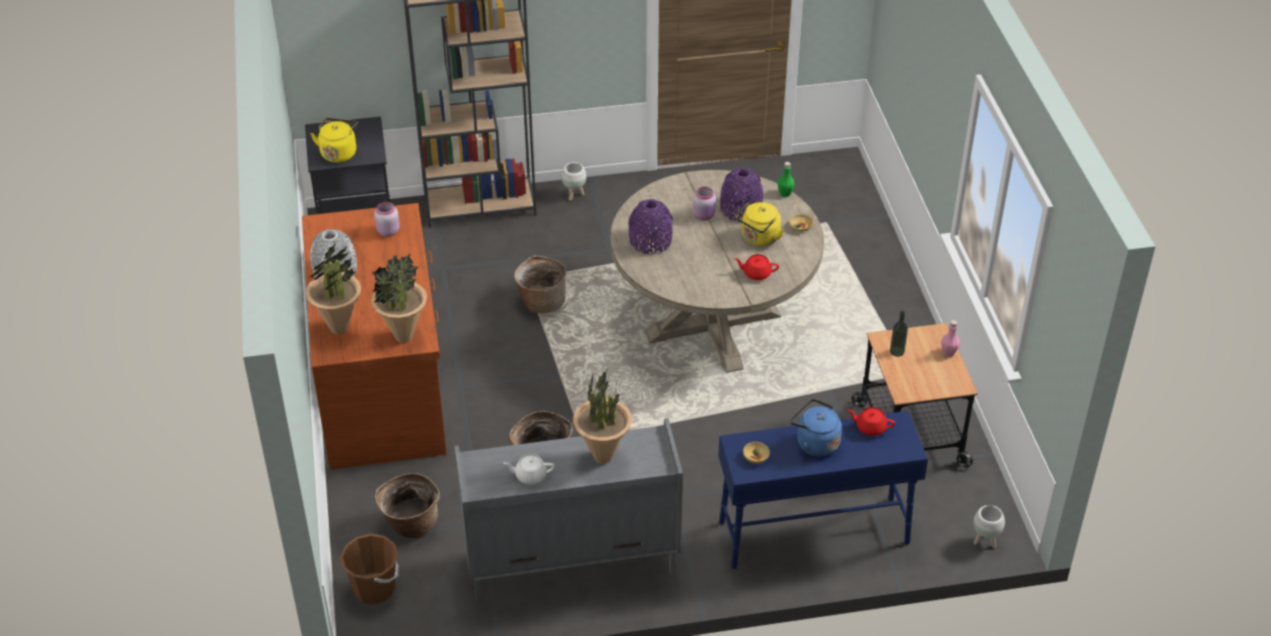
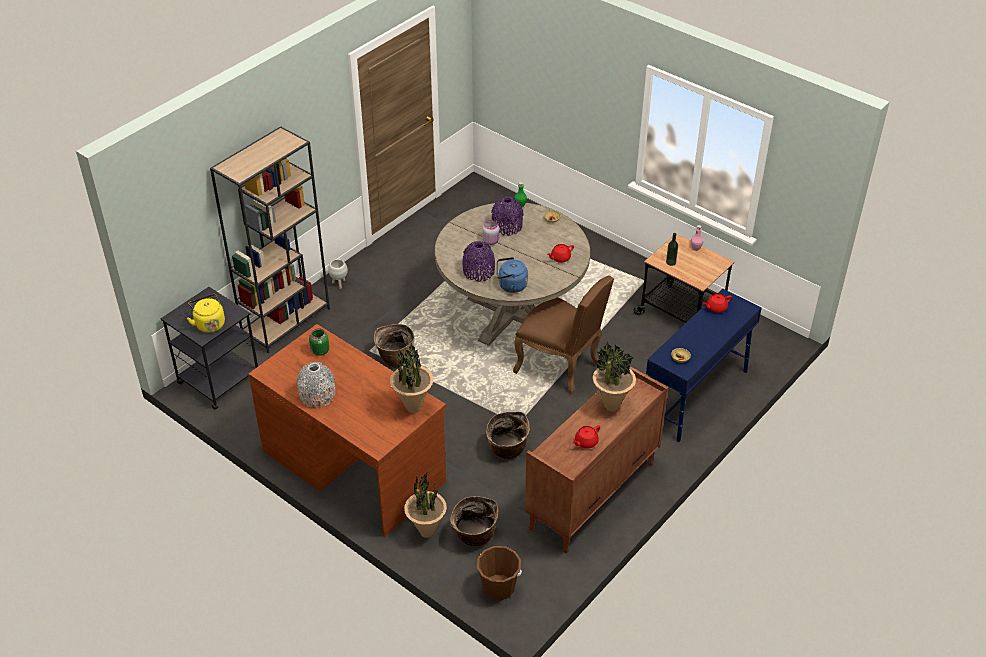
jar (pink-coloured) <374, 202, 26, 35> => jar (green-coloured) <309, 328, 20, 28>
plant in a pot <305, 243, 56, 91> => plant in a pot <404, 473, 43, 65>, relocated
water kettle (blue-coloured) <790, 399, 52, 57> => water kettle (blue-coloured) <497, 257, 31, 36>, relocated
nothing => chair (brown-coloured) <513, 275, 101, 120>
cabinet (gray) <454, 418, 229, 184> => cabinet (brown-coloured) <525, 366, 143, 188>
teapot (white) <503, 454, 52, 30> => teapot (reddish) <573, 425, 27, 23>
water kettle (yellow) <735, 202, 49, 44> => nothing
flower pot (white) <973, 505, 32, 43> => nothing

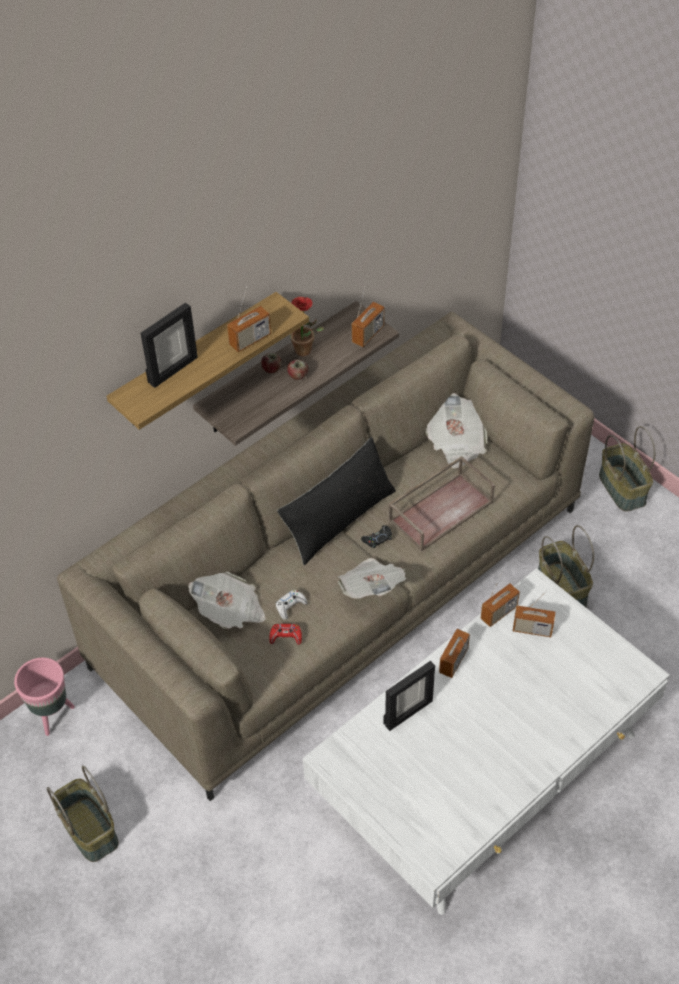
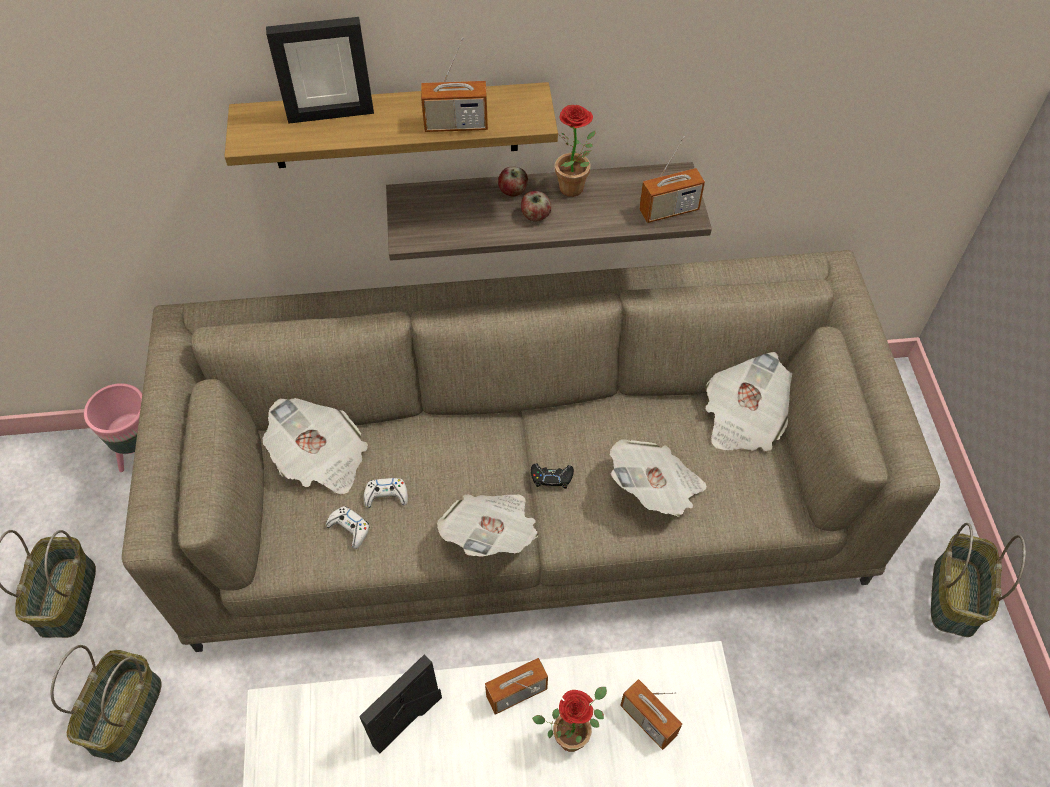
basket <538, 525, 56, 82> => basket <51, 645, 111, 117>, relocated
game controller (reddish) <269, 624, 33, 21> => game controller (white) <326, 506, 43, 43>
photo frame <384, 661, 51, 70> => photo frame <359, 654, 83, 100>, 135 degrees clockwise
nothing => plant in a pot <532, 687, 75, 65>
carrying tray (brown-coloured) <388, 456, 107, 95> => daily paper <610, 439, 97, 78>
pillow (black) <277, 437, 119, 128> => nothing
radio <481, 571, 39, 56> => nothing

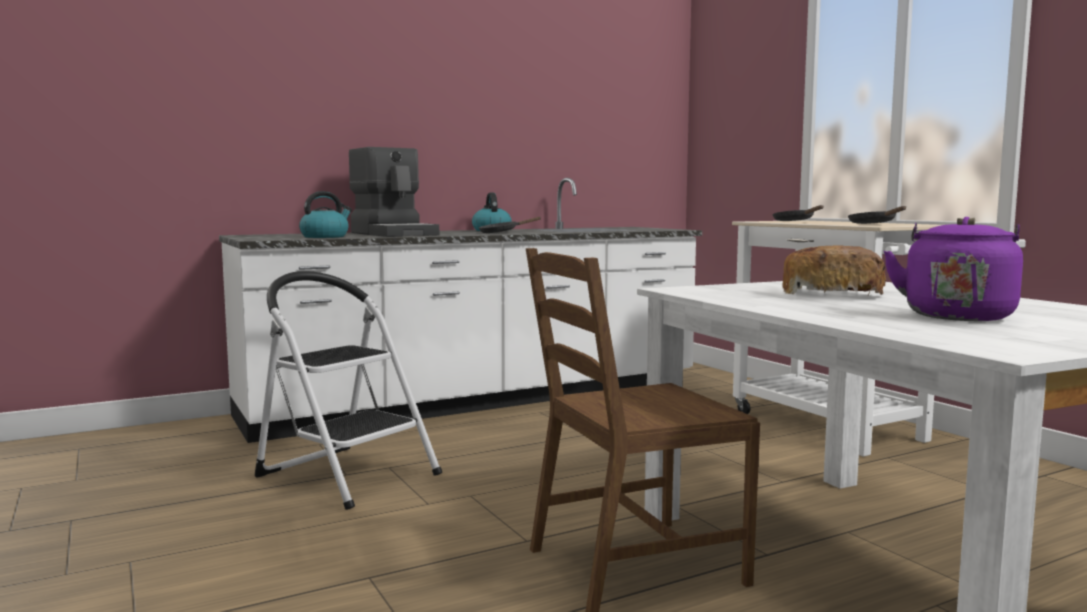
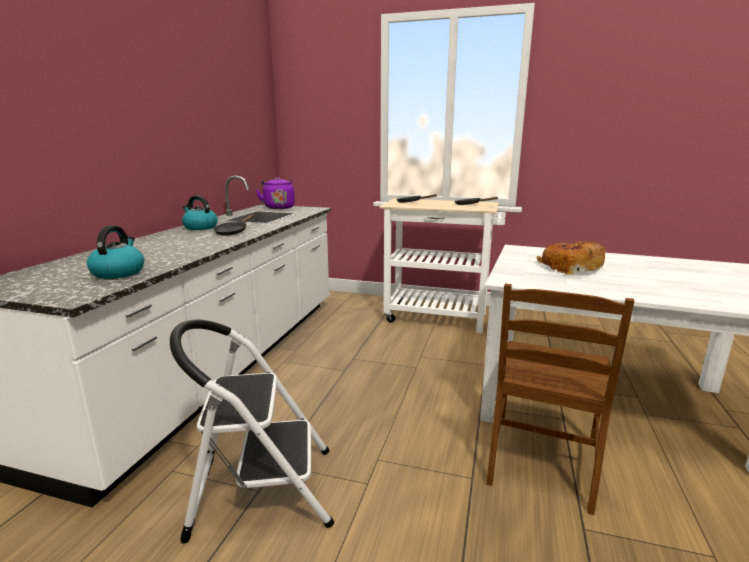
water kettle (purplish) <884, 217, 139, 104> => water kettle (purplish) <256, 177, 39, 32>, relocated
coffee machine <349, 147, 90, 90> => nothing

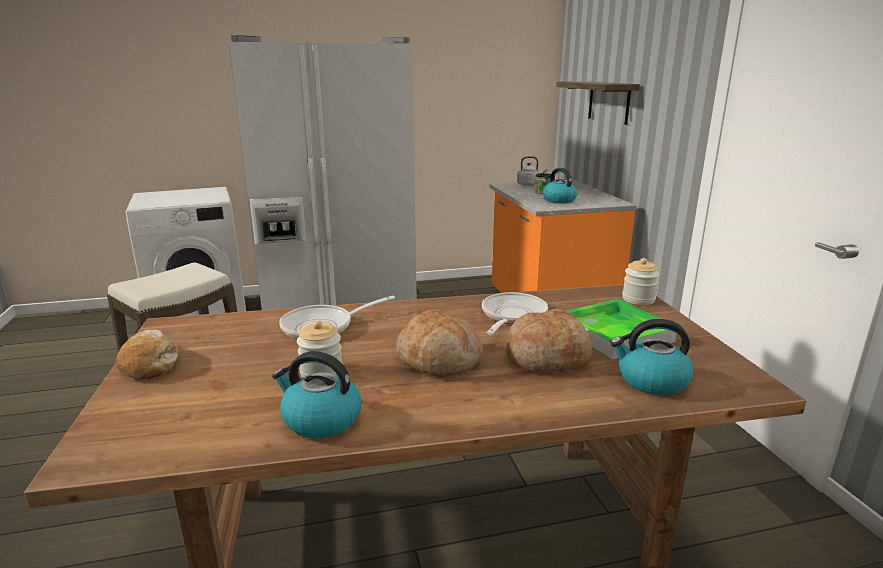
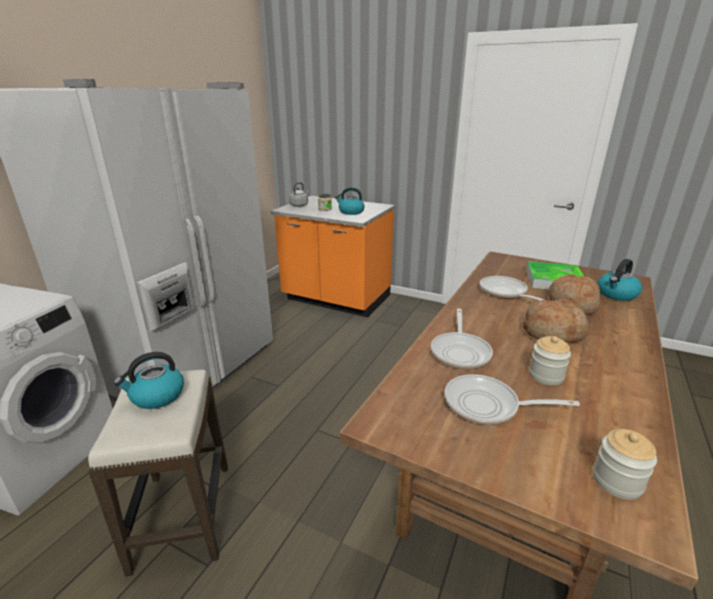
water kettle <272, 351, 89, 87> => water kettle <114, 352, 70, 57>, relocated
nothing => frying pan <444, 374, 136, 51>
jar <622, 258, 37, 47> => jar <593, 429, 64, 71>, relocated
bakery bread <117, 329, 61, 50> => nothing
bracket shelf <556, 81, 84, 44> => nothing

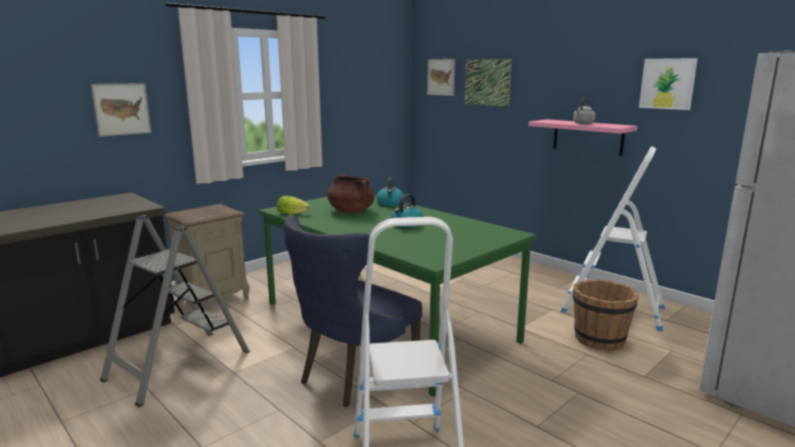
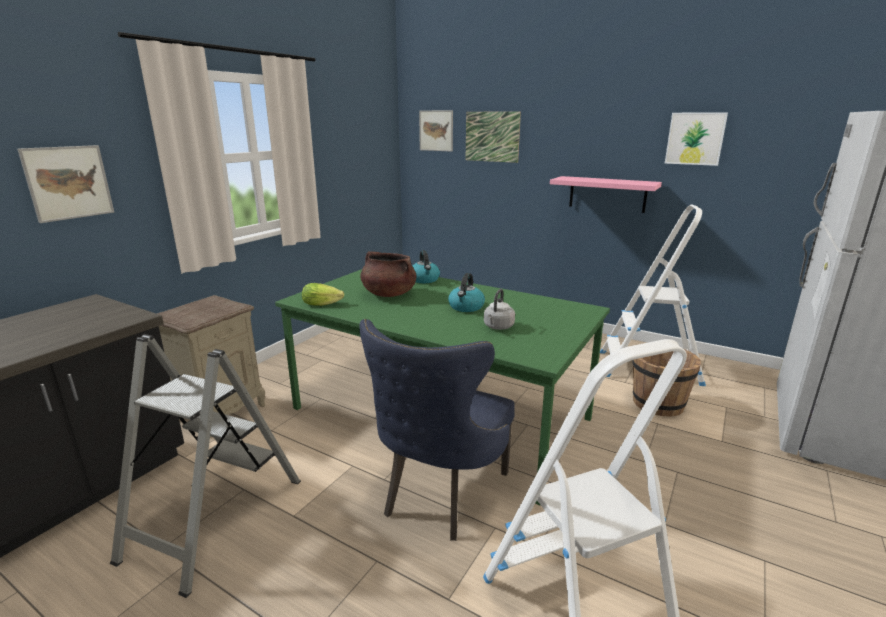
water kettle (gray) <573, 97, 23, 27> => water kettle (gray) <484, 289, 31, 41>, relocated

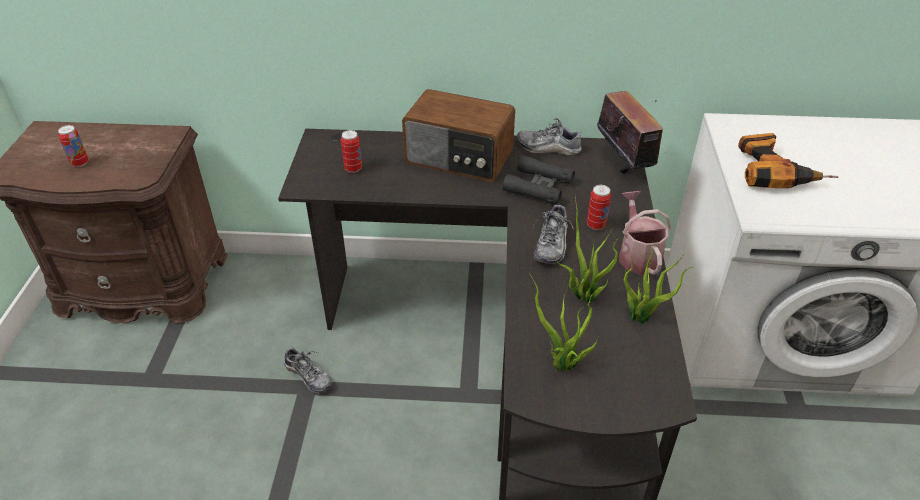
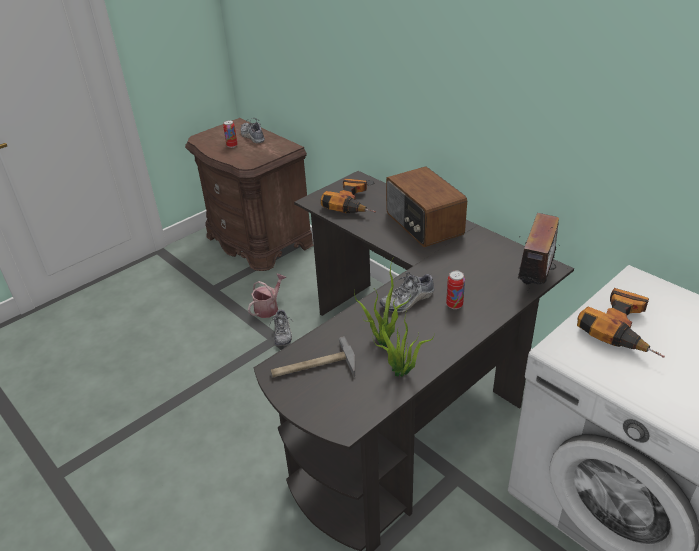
shoe <517, 118, 65, 37> => shoe <240, 118, 25, 25>, relocated
sprinkling can <620, 191, 51, 84> => sprinkling can <248, 274, 39, 44>, relocated
plant in a pot <529, 273, 69, 98> => tool hammer <271, 336, 84, 41>
sealed can <341, 130, 21, 43> => drill <321, 179, 55, 35>
binoculars (black) <503, 155, 72, 50> => nothing

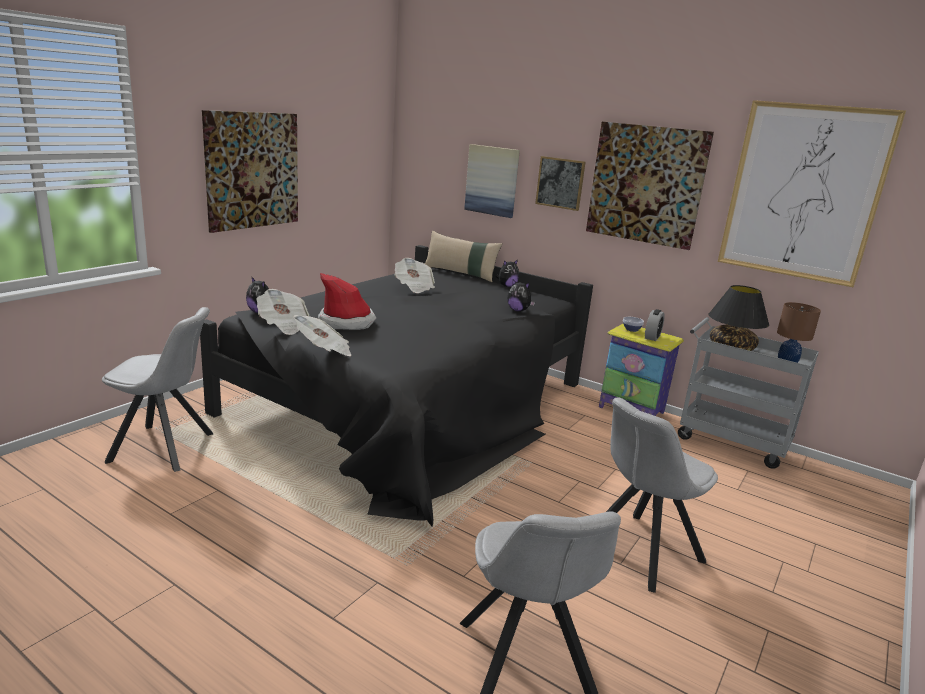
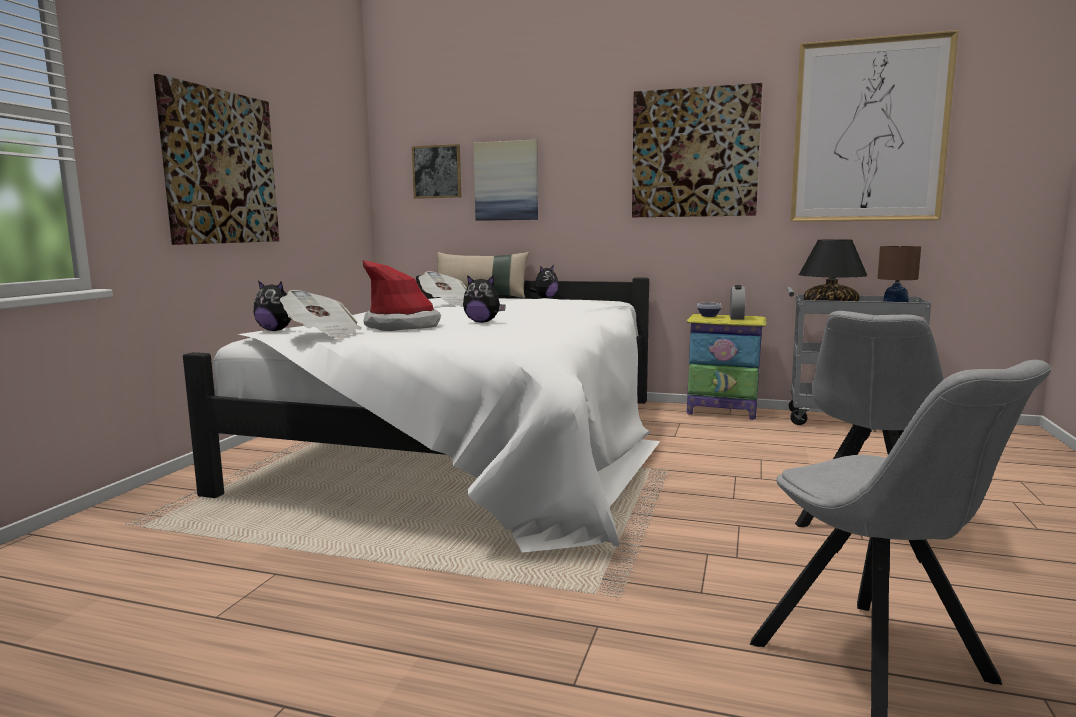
bedroom bed (black) <200, 245, 393, 282> => bedroom bed (white) <183, 275, 477, 277>
wall picture <535, 156, 51, 55> => wall picture <412, 144, 49, 55>, relocated
cuddly toy <507, 279, 28, 33> => cuddly toy <463, 275, 43, 48>, relocated
chair (gray) <102, 307, 111, 165> => nothing
daily paper <293, 315, 58, 41> => nothing

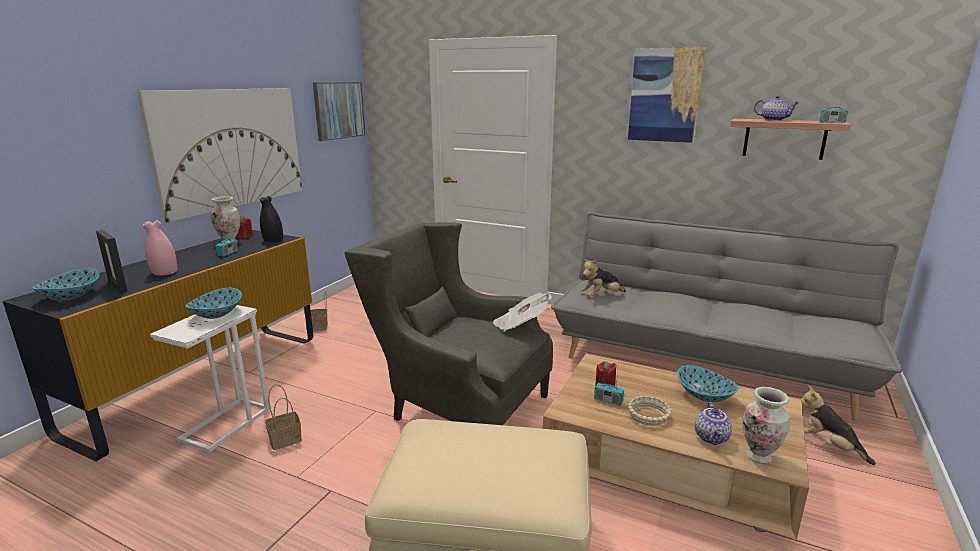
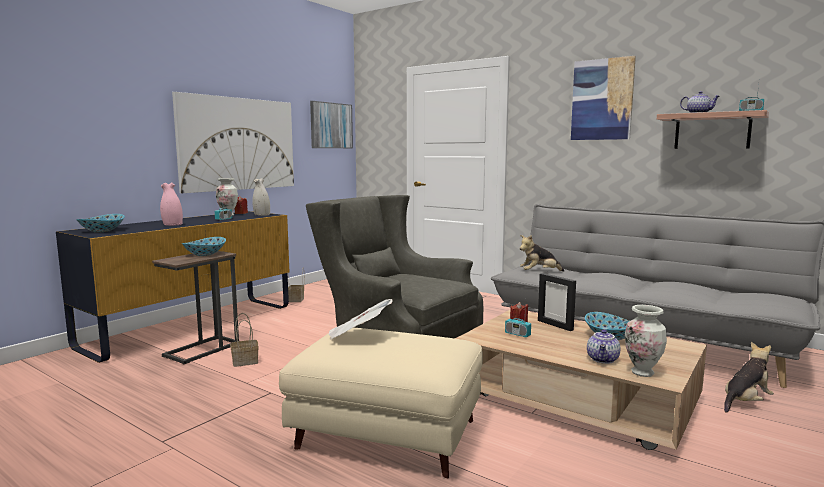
end table (white) <150, 305, 121, 147> => end table (brown-coloured) <152, 251, 87, 113>
flower vase (black) <260, 196, 23, 46> => flower vase (white) <252, 178, 18, 38>
daily paper <493, 293, 59, 39> => daily paper <329, 299, 63, 41>, relocated
photo frame <96, 230, 32, 63> => photo frame <538, 273, 38, 58>, relocated
cuddly toy <801, 385, 75, 80> => cuddly toy <724, 342, 50, 71>, 90 degrees clockwise
bowl (beige-coloured) <628, 396, 44, 30> => nothing

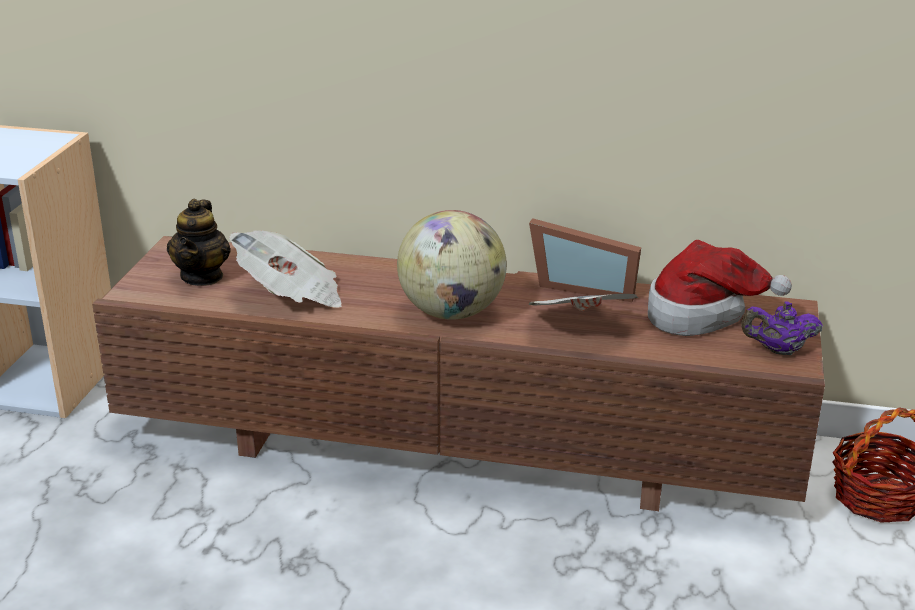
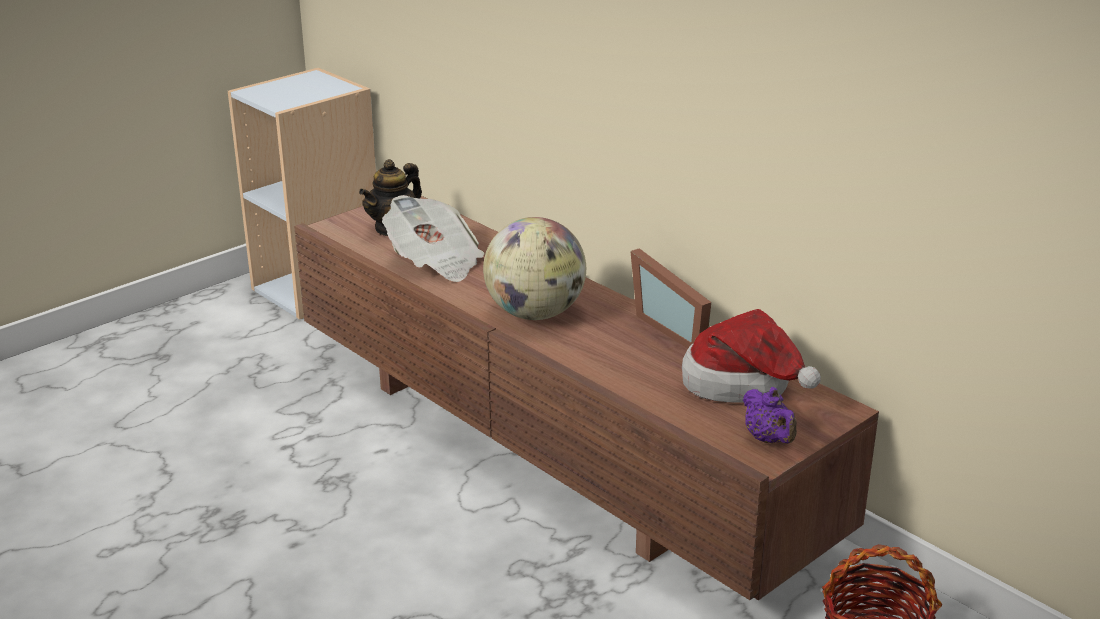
teapot (purplish) <741, 301, 82, 54> => teapot (purplish) <743, 387, 54, 57>, 150 degrees counterclockwise
daily paper <528, 294, 110, 17> => nothing

